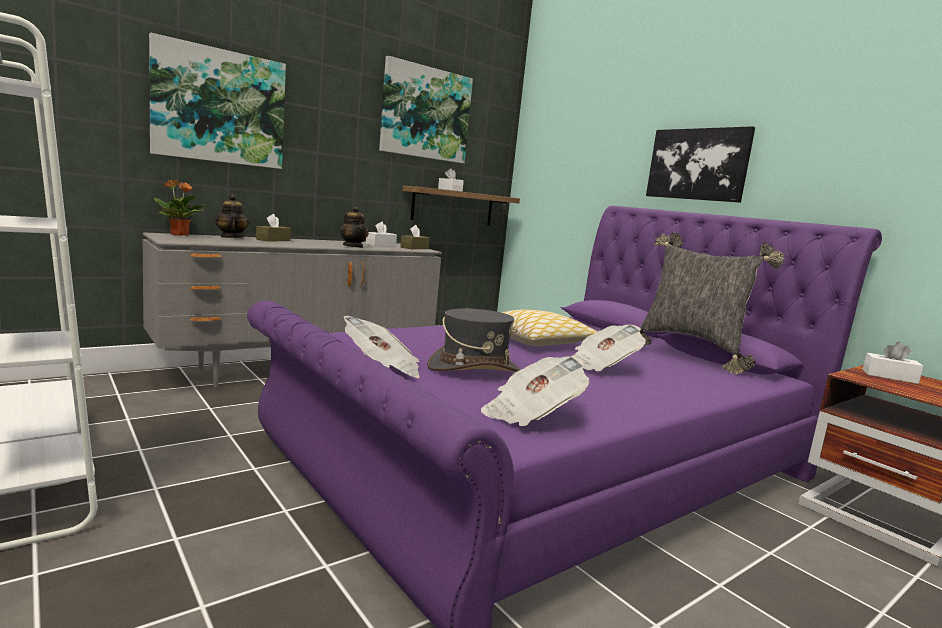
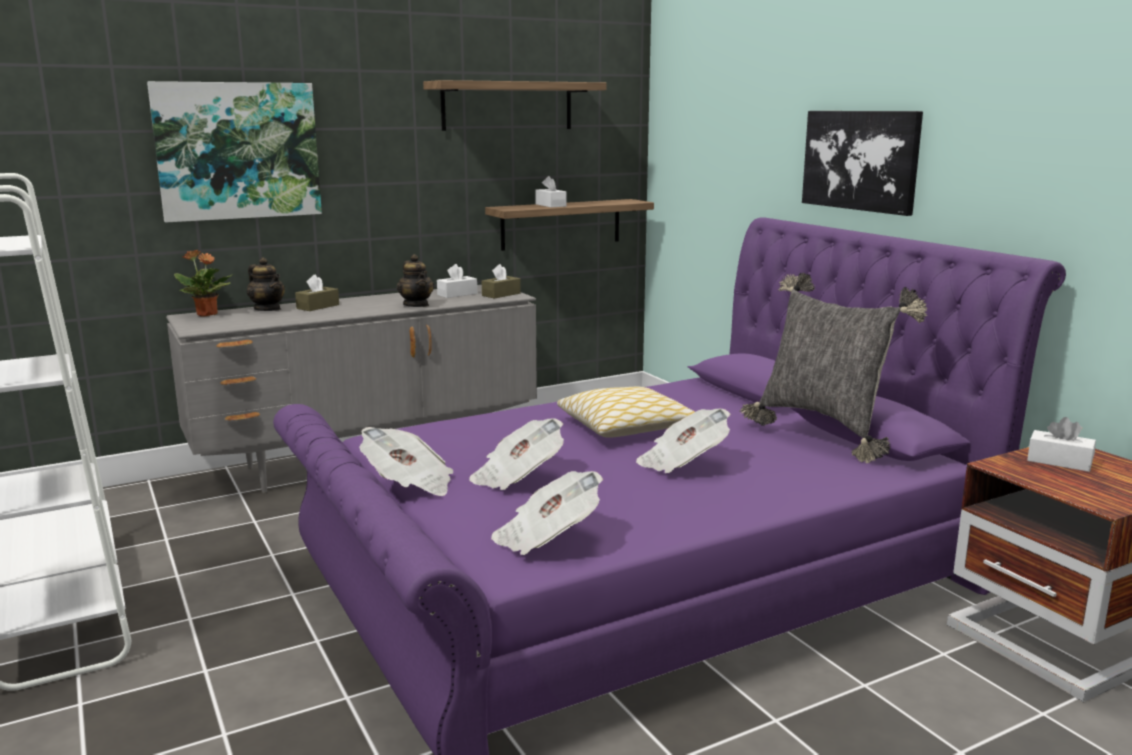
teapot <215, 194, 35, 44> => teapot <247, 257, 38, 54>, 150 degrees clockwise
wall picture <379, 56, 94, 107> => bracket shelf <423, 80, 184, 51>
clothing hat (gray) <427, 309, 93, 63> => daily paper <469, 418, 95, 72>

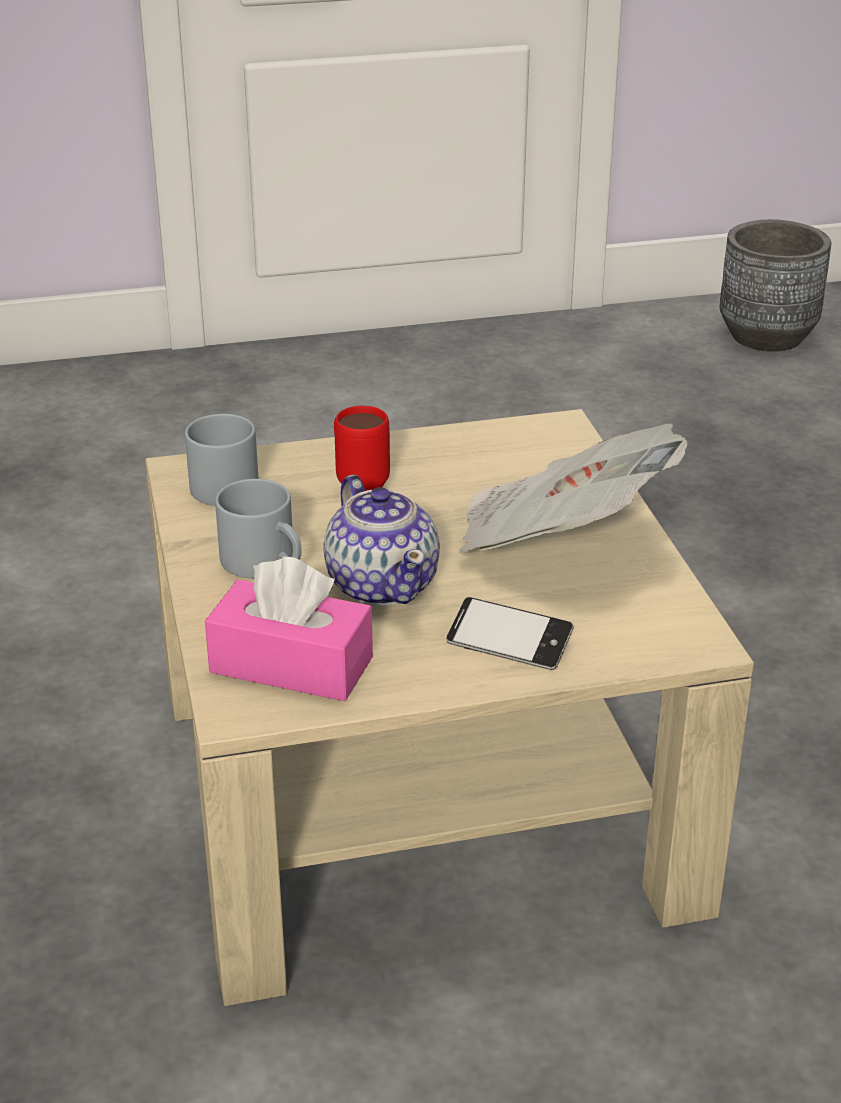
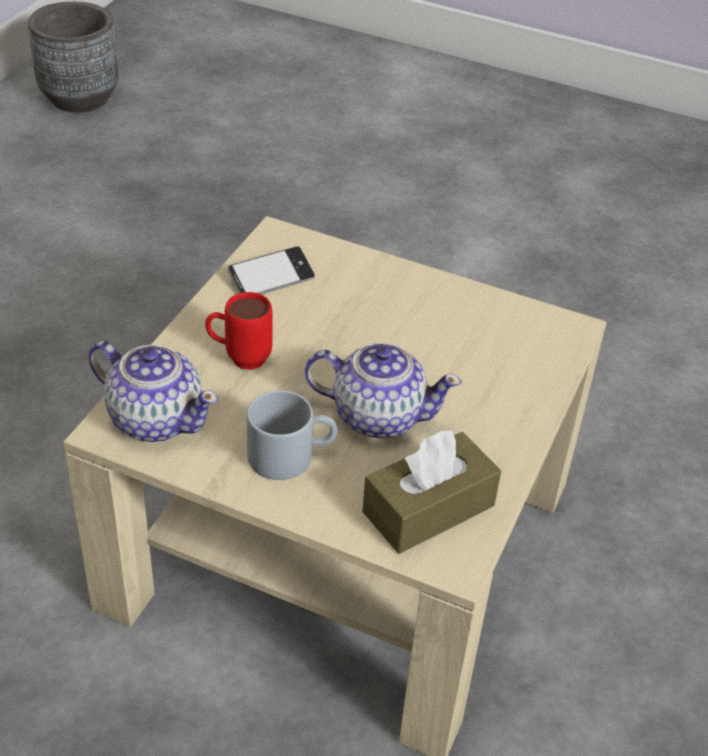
coffee mug (gray) <185, 414, 74, 92> => teapot <89, 341, 129, 101>
telephone <446, 597, 127, 73> => telephone <228, 246, 87, 49>, relocated
tissue box (pink-coloured) <205, 557, 168, 144> => tissue box (brown-coloured) <362, 429, 139, 125>
daily paper <459, 424, 228, 129> => nothing

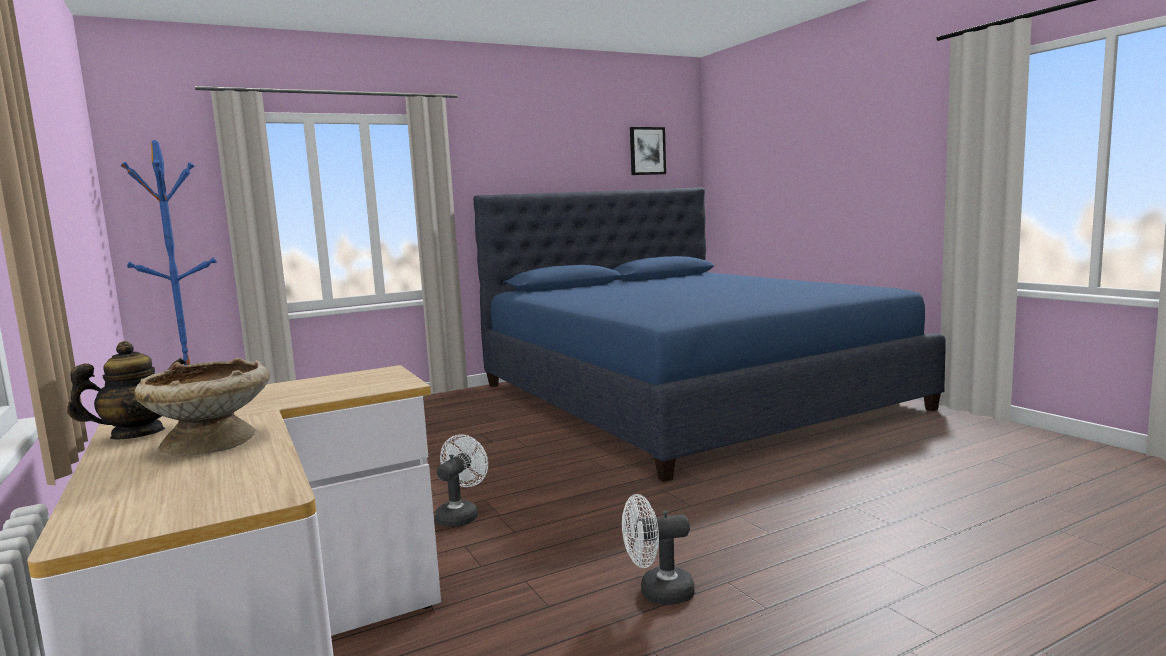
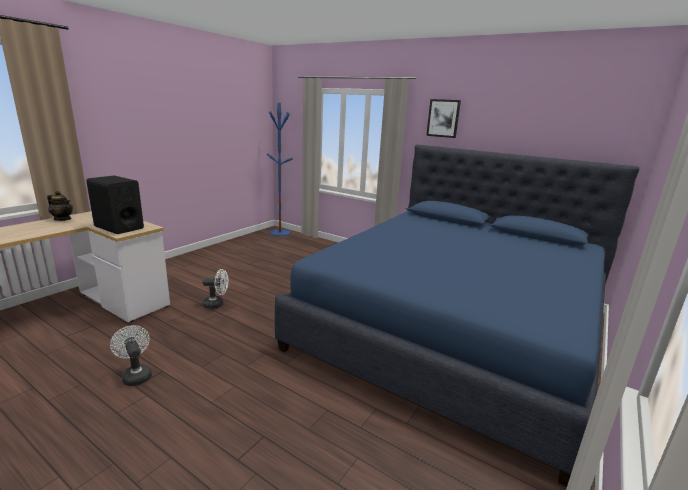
nothing => audio speaker (black) <86, 176, 58, 58>
wall picture <630, 127, 36, 48> => wall picture <426, 99, 35, 39>, relocated
bowl (beige-coloured) <134, 357, 136, 99> => nothing

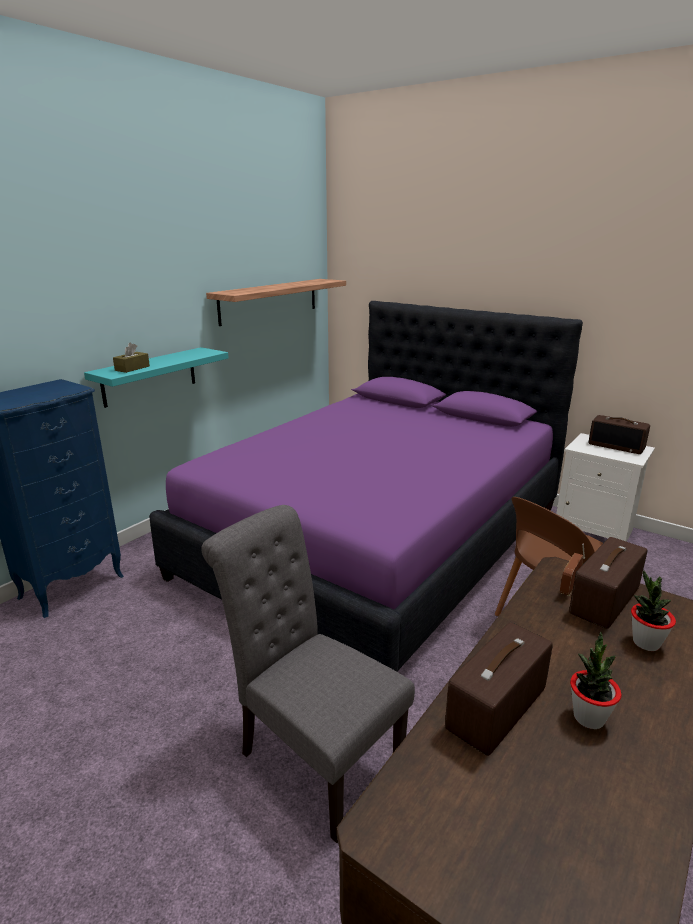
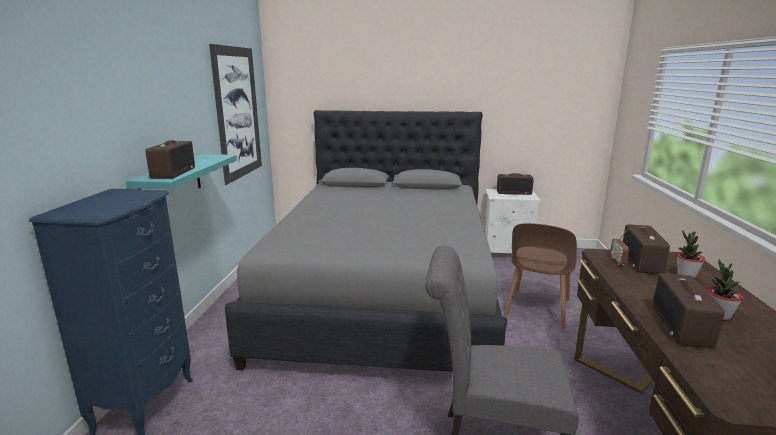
tissue box (brown-coloured) <113, 342, 37, 31> => radio <145, 140, 50, 39>
bracket shelf <206, 279, 140, 47> => wall picture <209, 44, 53, 141>
bedroom bed (purplish) <149, 301, 434, 371> => bedroom bed (gray) <225, 110, 282, 262>

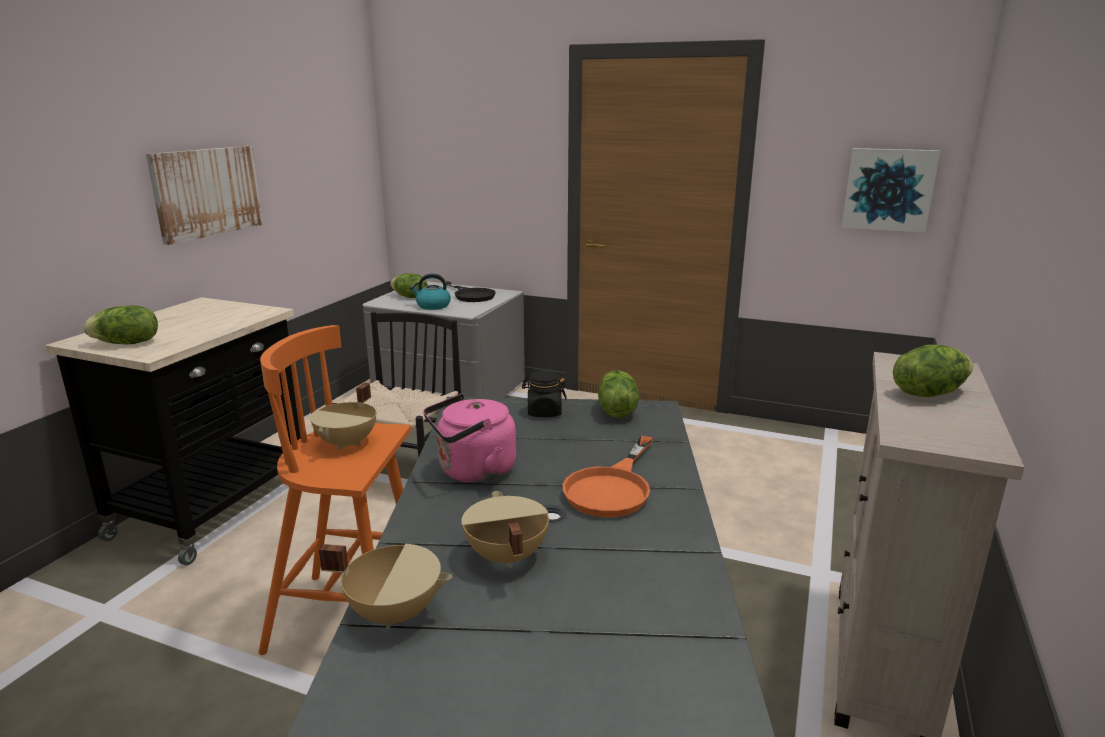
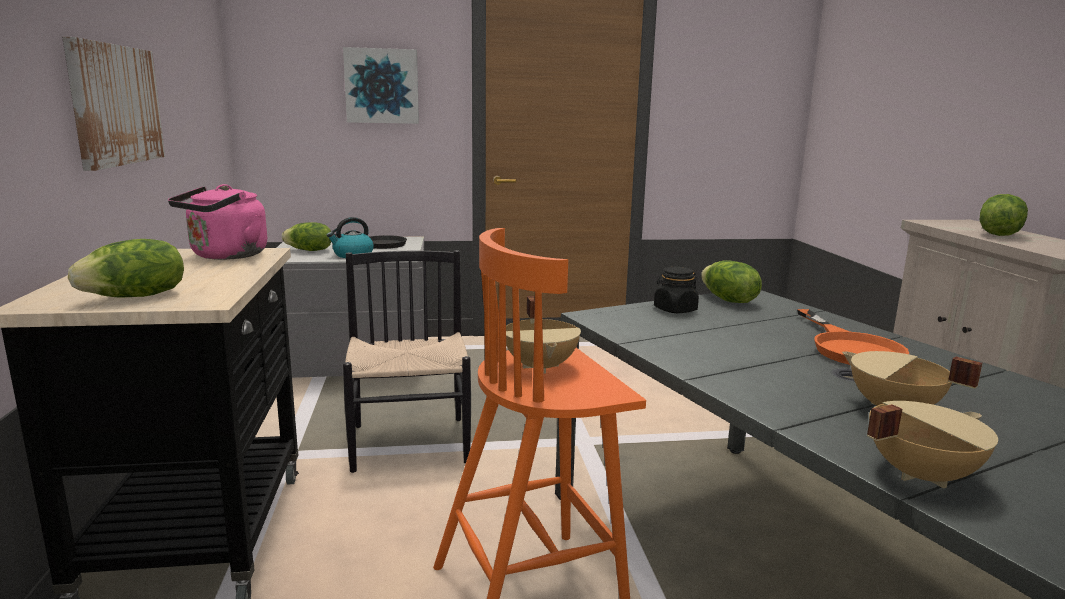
water kettle (pink-coloured) <423, 394, 93, 89> => water kettle (pink-coloured) <168, 184, 99, 76>, relocated
wall picture <841, 148, 99, 85> => wall picture <343, 47, 76, 77>, relocated

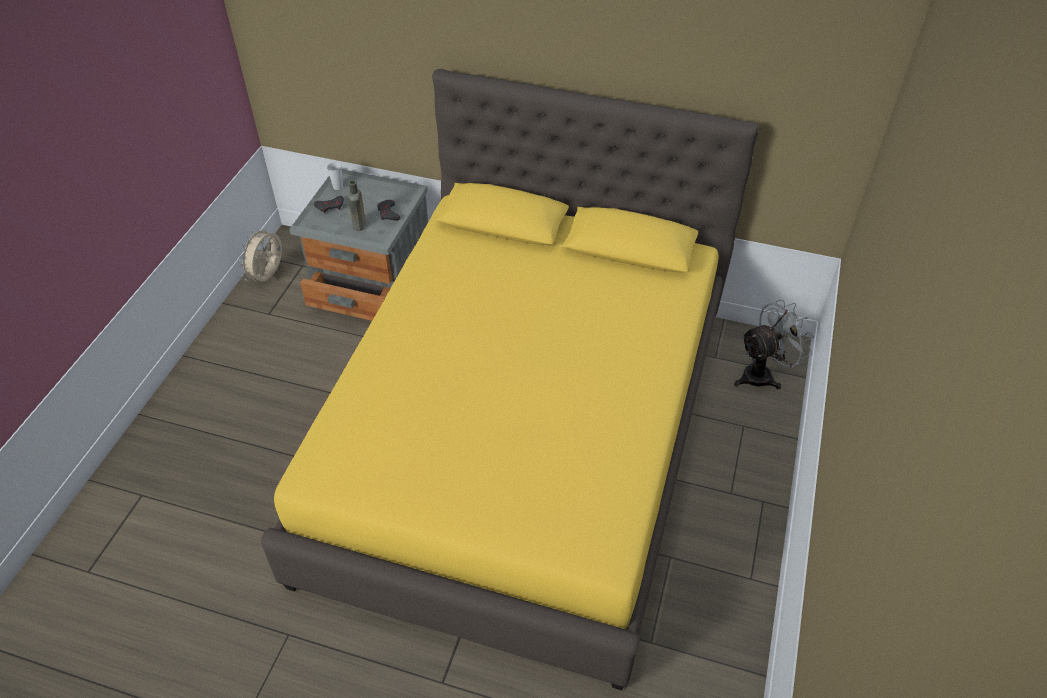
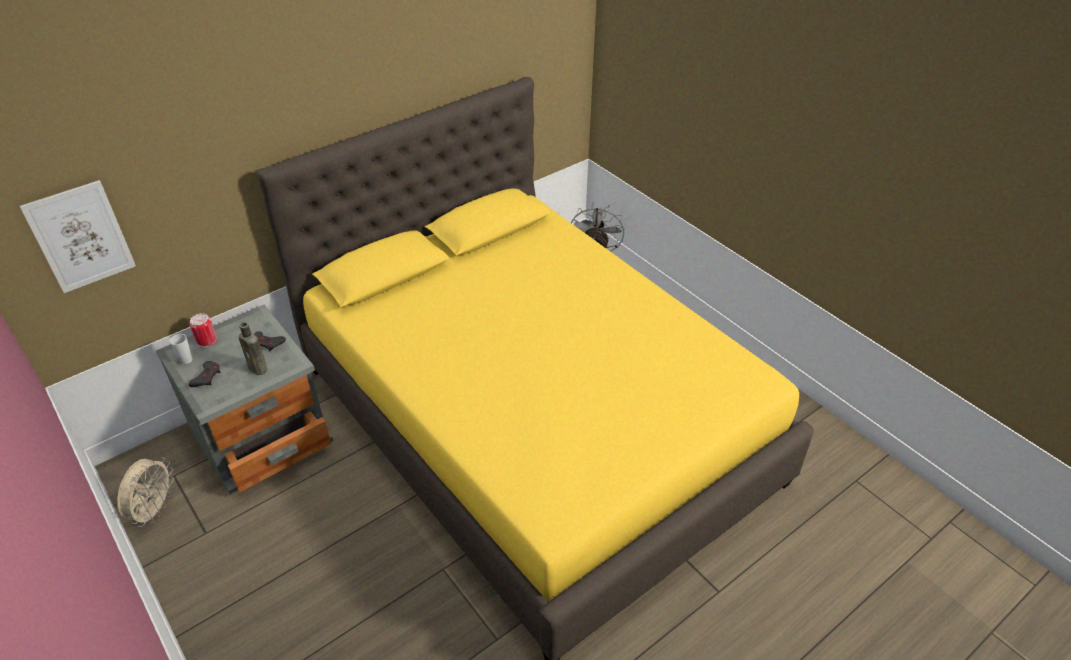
nothing => wall picture <20, 180, 116, 113>
electric fan (beige-coloured) <238, 227, 44, 55> => electric fan (beige-coloured) <117, 457, 57, 70>, 135 degrees counterclockwise
nothing => sealed can <189, 313, 28, 34>

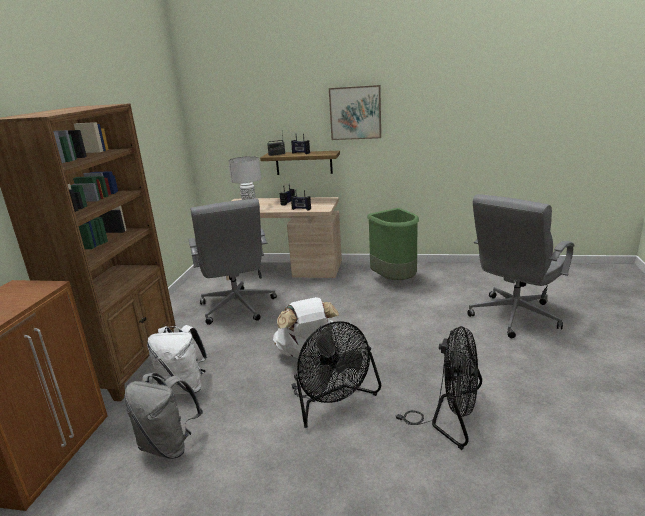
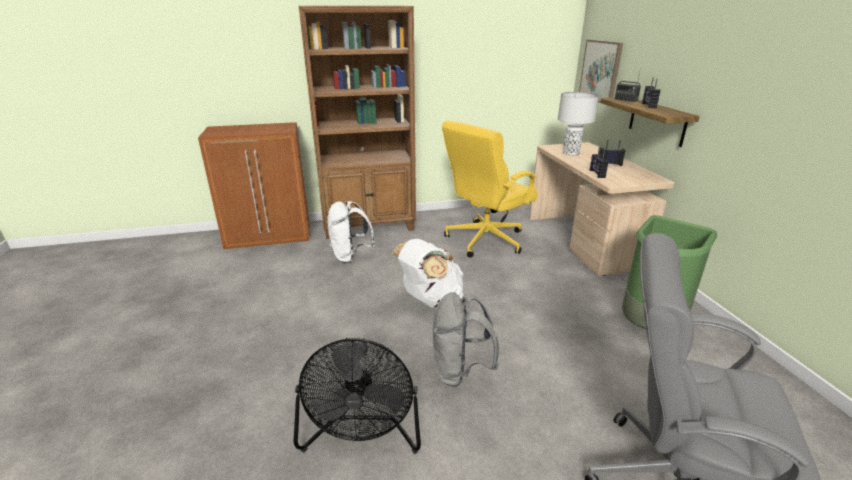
backpack (gray) <124, 372, 79, 87> => backpack (gray) <432, 292, 67, 95>, relocated
computer chair (gray) <189, 199, 88, 126> => computer chair (yellow) <442, 120, 96, 137>
wall picture <329, 85, 52, 55> => wall picture <579, 40, 44, 63>, relocated
electric fan (black) <291, 321, 90, 107> => nothing

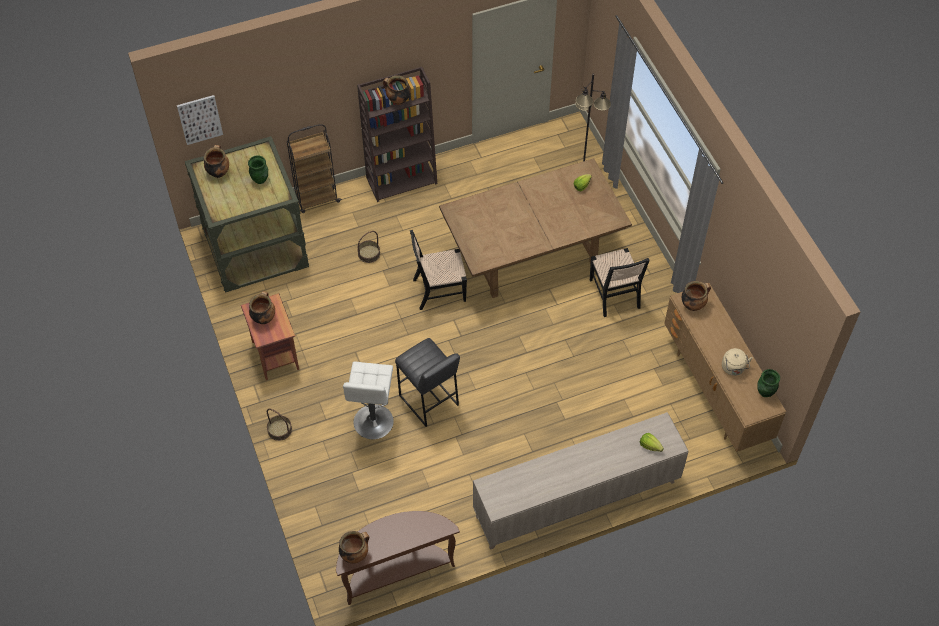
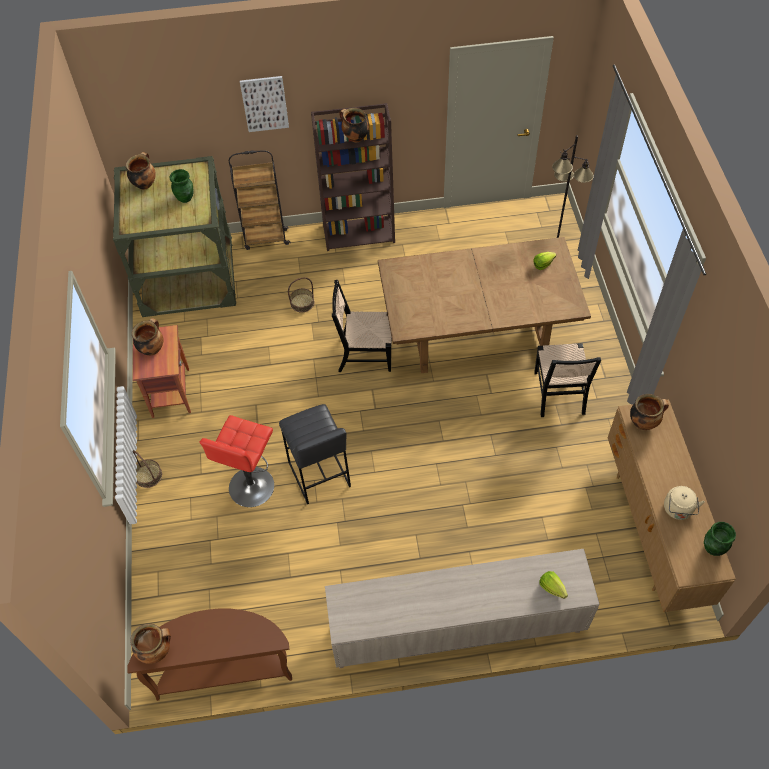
stool (white) <343, 361, 51, 78> => stool (reddish) <199, 415, 75, 92>
wall picture <177, 95, 46, 50> => wall picture <240, 76, 49, 56>, relocated

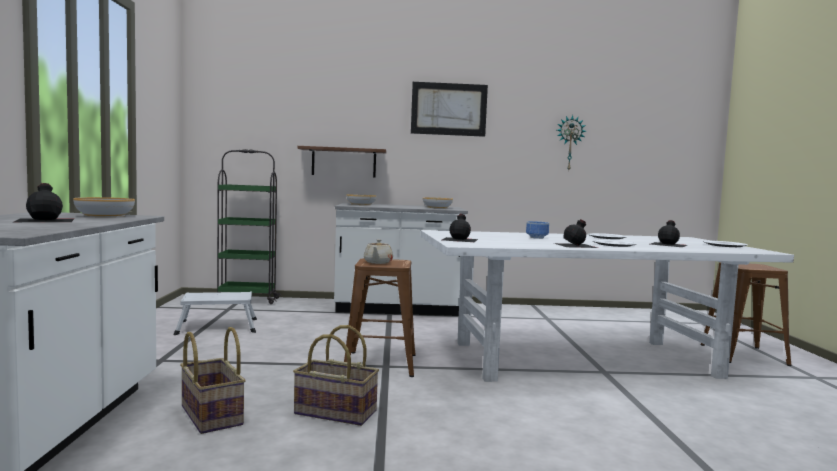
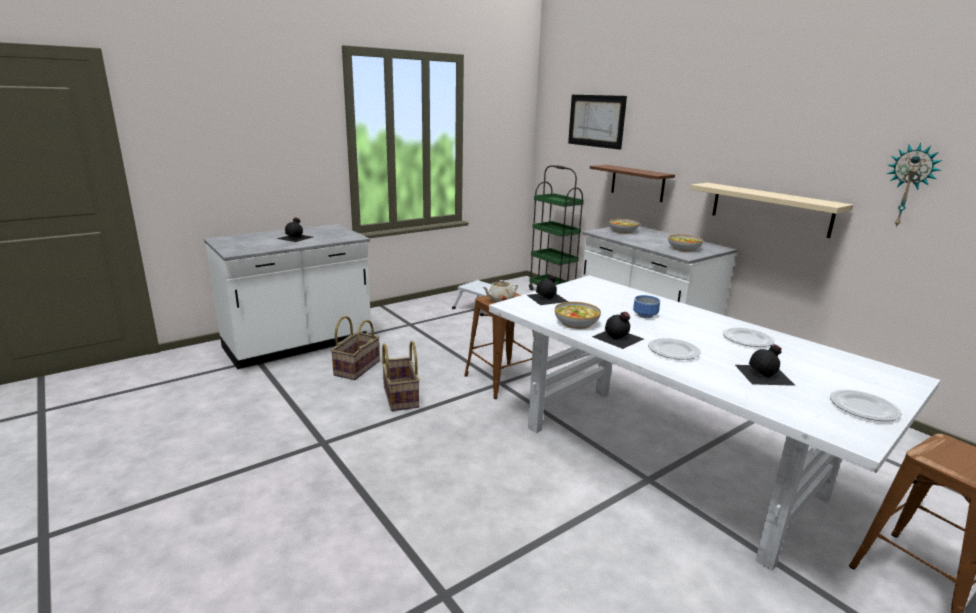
bowl <73, 197, 62, 20> => bowl <555, 302, 46, 27>, relocated
wall picture <411, 82, 77, 55> => wall picture <568, 95, 59, 55>, relocated
nothing => bracket shelf (beige-coloured) <690, 183, 163, 55>

